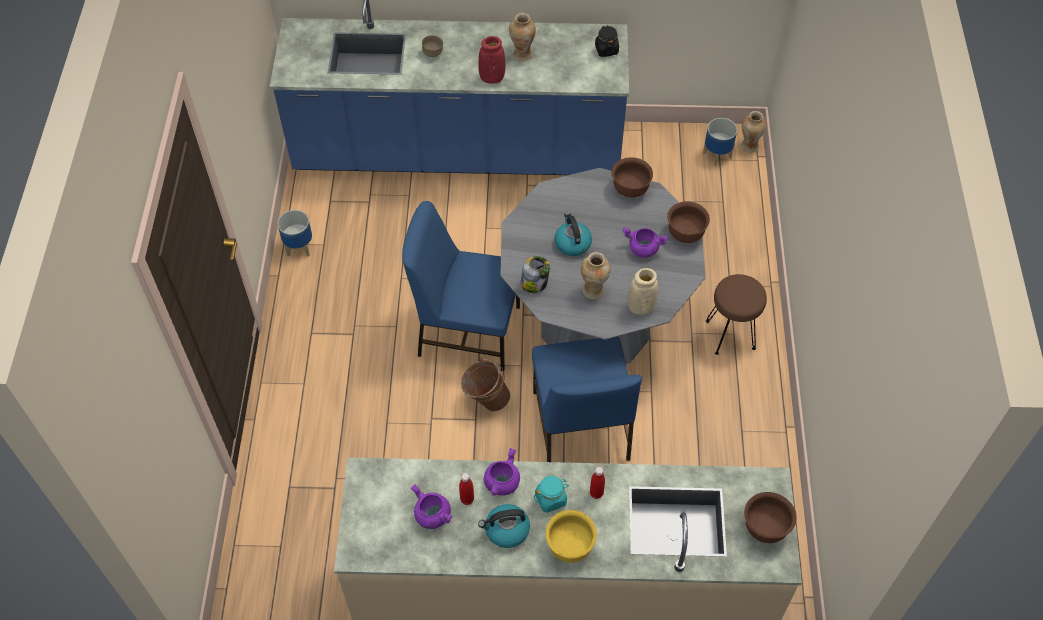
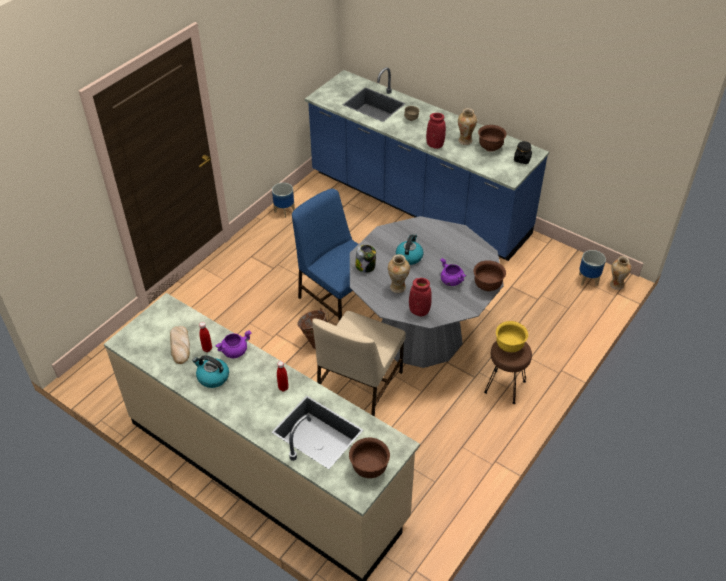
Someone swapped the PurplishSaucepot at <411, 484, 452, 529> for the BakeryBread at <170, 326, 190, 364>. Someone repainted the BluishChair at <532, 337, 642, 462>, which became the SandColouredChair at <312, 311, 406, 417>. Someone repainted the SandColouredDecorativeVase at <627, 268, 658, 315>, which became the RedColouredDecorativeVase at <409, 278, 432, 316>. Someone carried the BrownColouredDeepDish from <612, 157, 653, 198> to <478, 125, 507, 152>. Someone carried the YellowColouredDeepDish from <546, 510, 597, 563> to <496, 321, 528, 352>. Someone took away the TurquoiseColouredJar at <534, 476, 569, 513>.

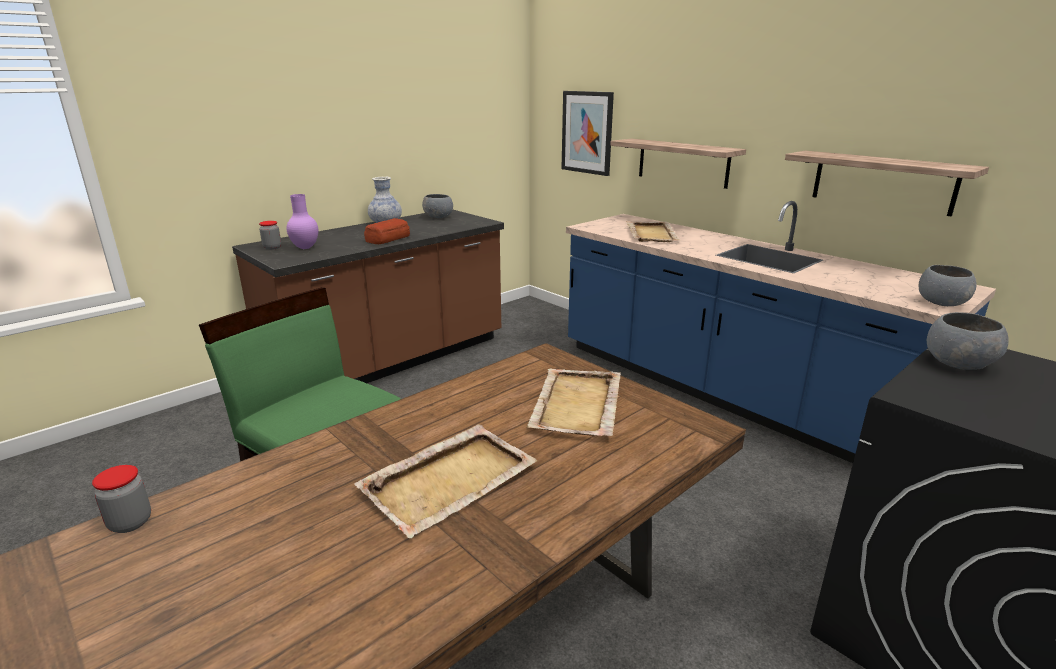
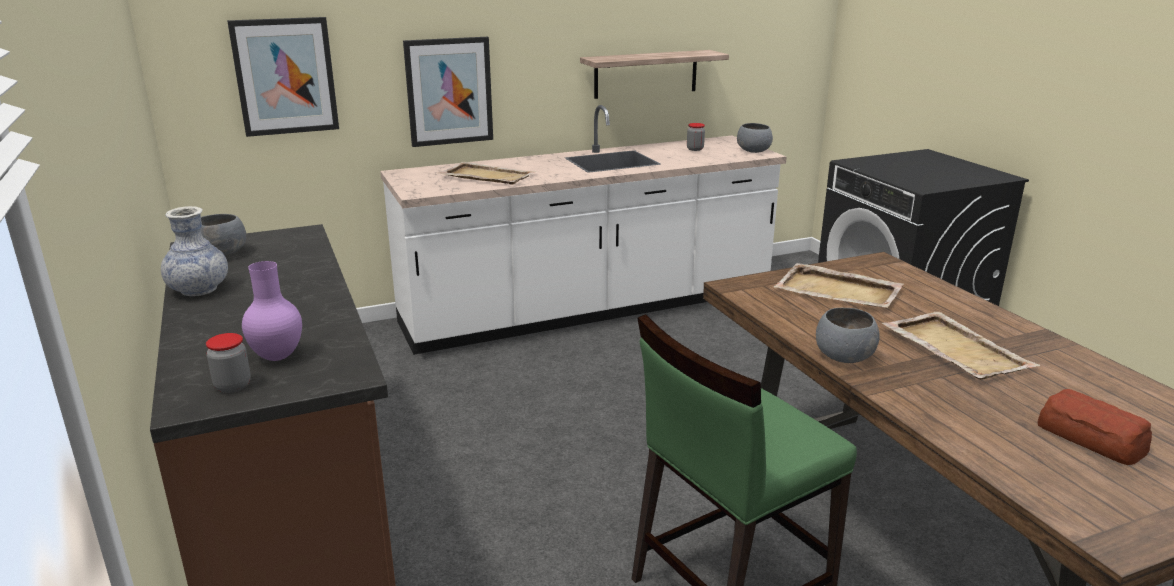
Someone repainted the BluishCounter at <566, 201, 996, 463>, which became the WhiteColouredCounter at <380, 105, 787, 355>. Someone swapped the WallShelf at <610, 139, 746, 189> for the Picture at <403, 37, 493, 147>. Someone carried the Jar from <92, 465, 151, 533> to <687, 123, 705, 151>. Someone carried the GreyDeepDish from <927, 312, 1009, 370> to <816, 308, 880, 363>. Someone carried the BakeryBread from <364, 218, 410, 244> to <1037, 389, 1152, 465>.

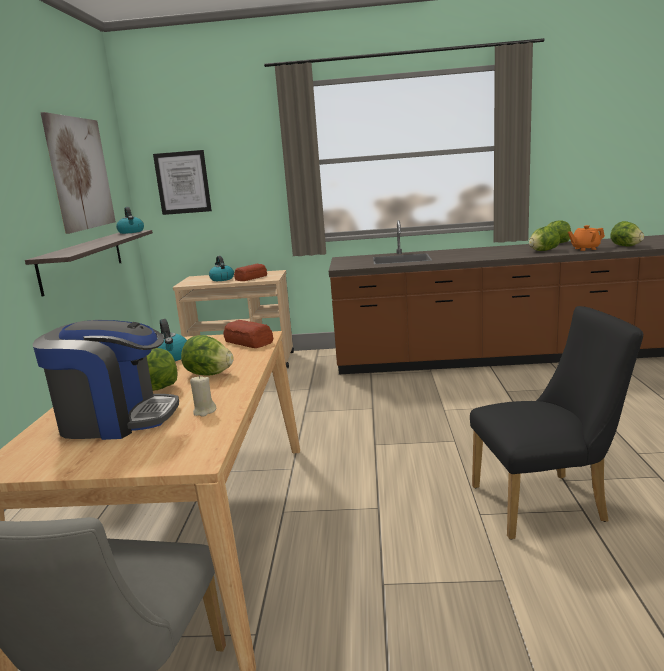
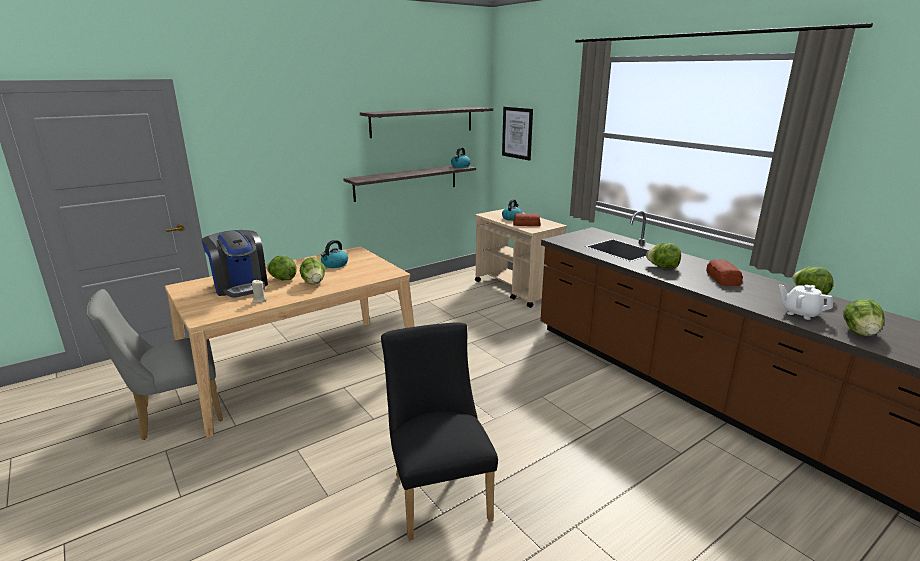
Someone swapped the Picture at <41, 112, 116, 234> for the WallShelf at <360, 107, 493, 138>. Someone rotated the BlackishChair at <470, 306, 643, 540> by 150 degrees counterclockwise. Someone carried the Lettuce from <529, 226, 560, 251> to <646, 243, 681, 268>. Someone carried the BakeryBread from <223, 320, 273, 348> to <706, 259, 743, 286>. Someone repainted the OrangeColouredTeaPot at <568, 225, 605, 251>, which became the WhiteColouredTeaPot at <779, 285, 833, 320>.

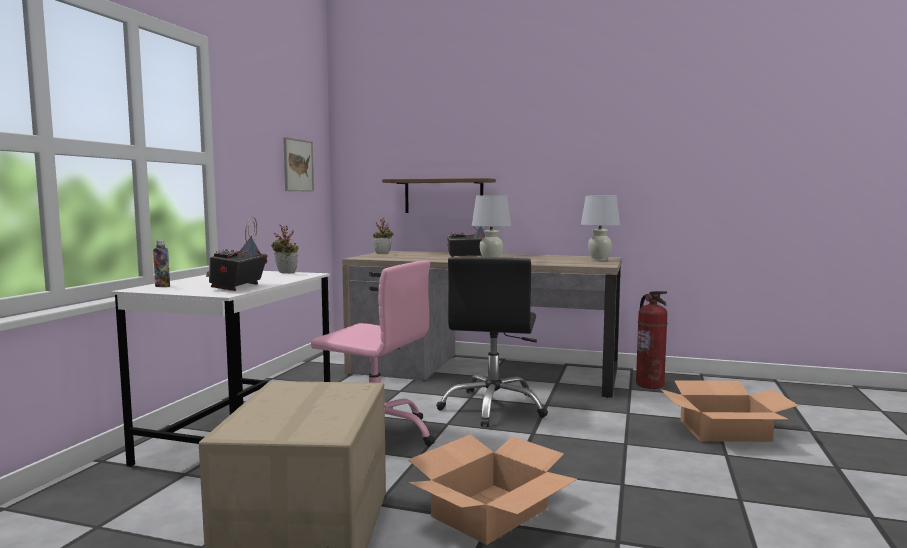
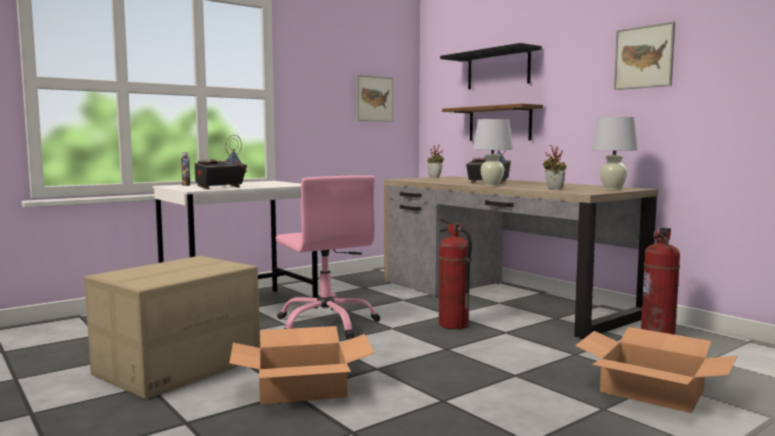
Someone swapped the BlackishDeskChair at <436, 257, 548, 427> for the Extinguisher at <439, 218, 472, 329>. Someone put up the BlackishWallShelf at <440, 43, 542, 89>. Someone carried the Houseplant from <271, 225, 298, 273> to <543, 145, 566, 189>. Someone put up the Picture at <614, 21, 675, 90>.

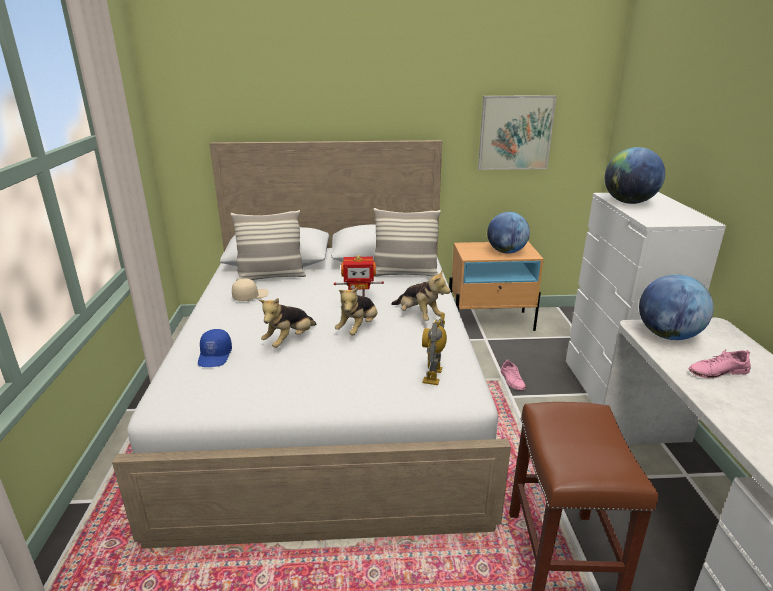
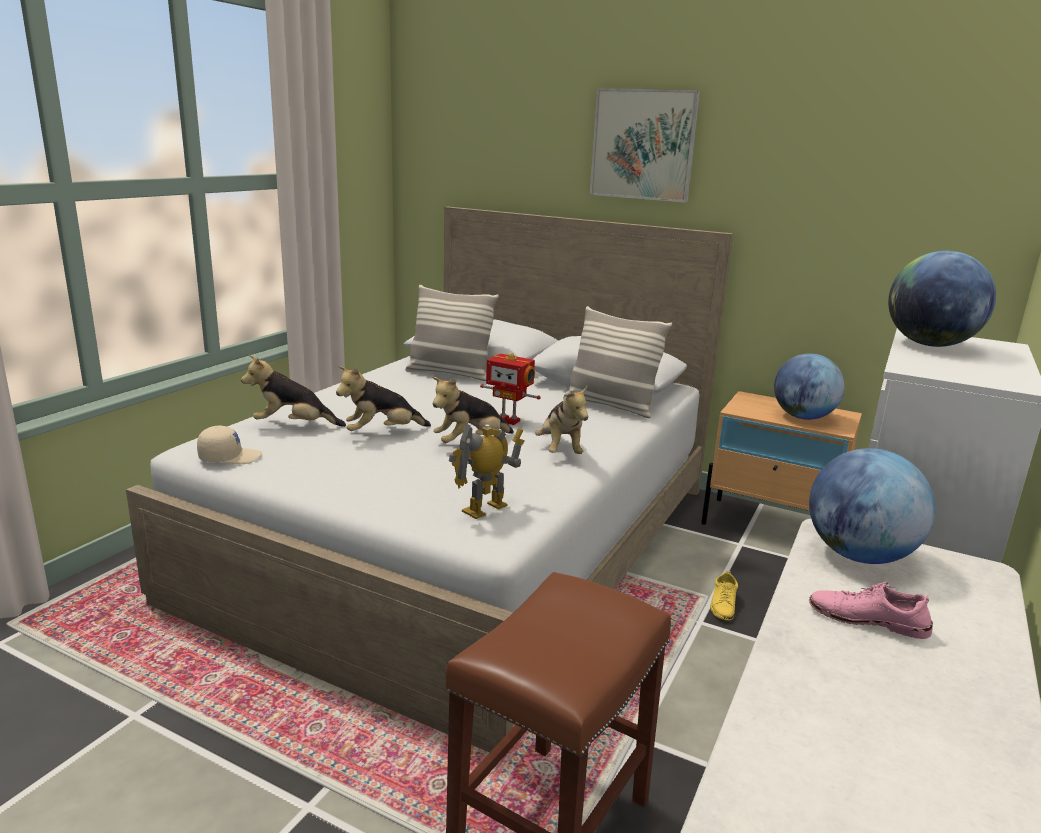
Someone carried the SandColouredCap from <232, 278, 269, 301> to <197, 426, 262, 464>. Someone swapped the BluishCap at <198, 329, 232, 367> for the CuddlyToy at <241, 355, 346, 427>. Someone carried the Picture from <478, 95, 556, 170> to <590, 88, 700, 202>. Someone repainted the PinkItemOfFootwear at <501, 360, 526, 390>, which became the YellowColouredItemOfFootwear at <710, 571, 738, 620>.

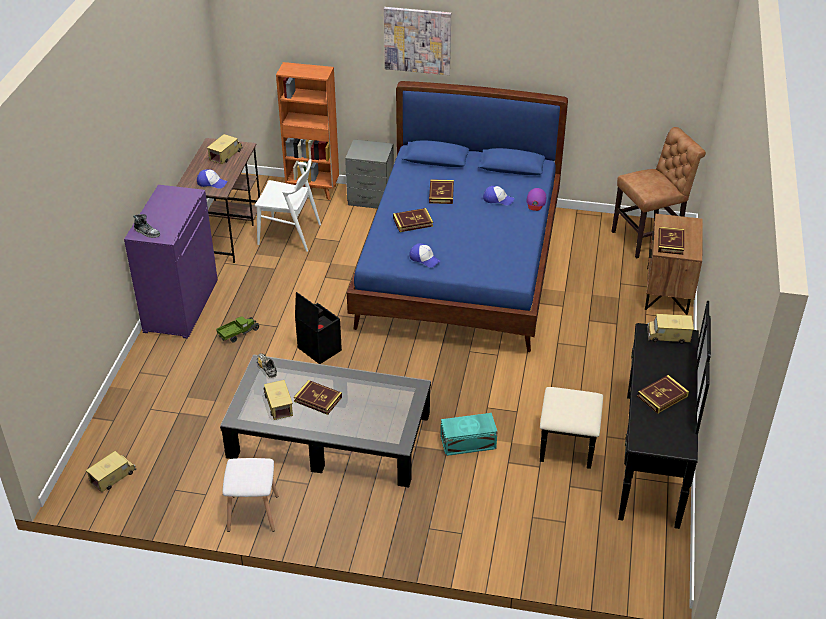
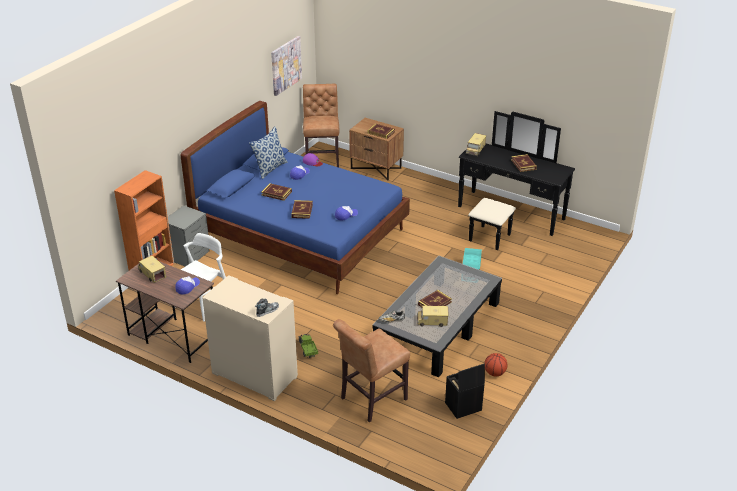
Someone repainted the PurplishCupboard at <124, 185, 218, 339>, which became the SandColouredCupboard at <202, 275, 298, 401>. Someone put down the Cushion at <249, 126, 288, 179>. Someone carried the Picture from <384, 7, 451, 75> to <271, 36, 302, 96>. Someone put down the BrownColouredChair at <333, 319, 410, 422>. Someone carried the BlackishStorageContainer from <295, 292, 342, 364> to <445, 364, 485, 419>. Someone swapped the WhiteColouredStoolSeat at <222, 458, 279, 532> for the BallForBasketball at <484, 353, 507, 376>. Someone took away the ModelTruck at <86, 451, 136, 493>.

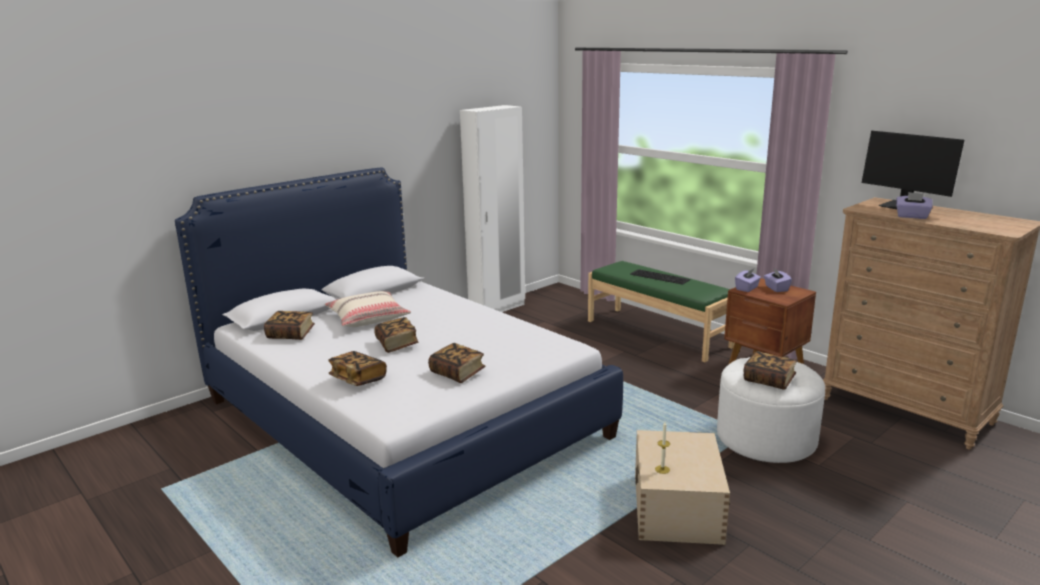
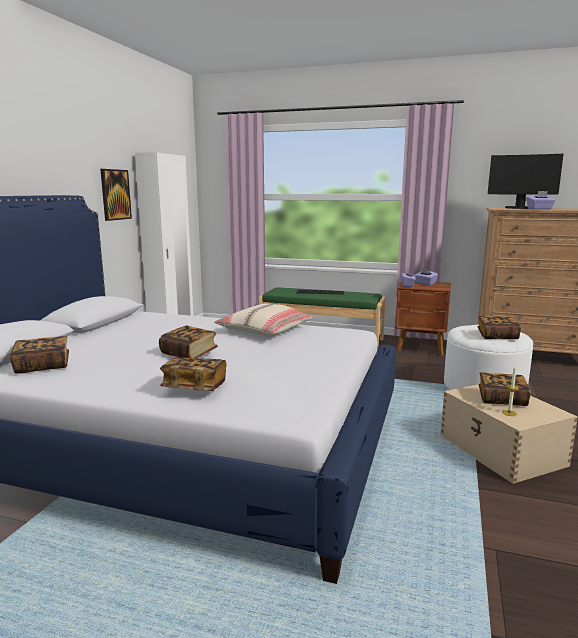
Someone put up the Picture at <100, 169, 132, 221>. Someone carried the SandColouredCushion from <325, 291, 411, 327> to <214, 303, 313, 337>. Someone carried the BoundBook from <428, 343, 485, 383> to <479, 372, 531, 406>.

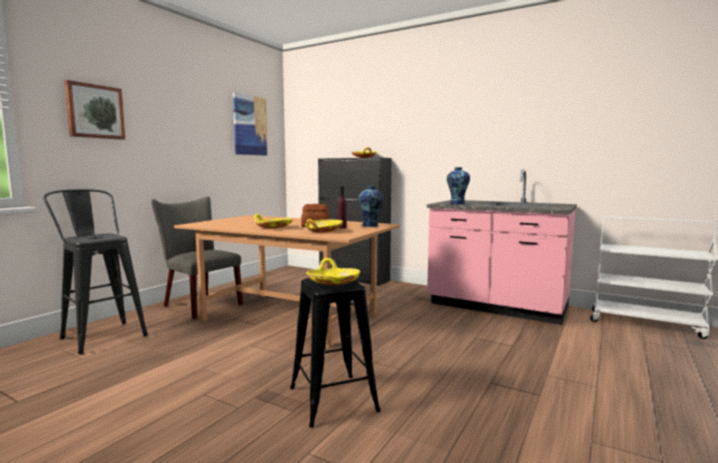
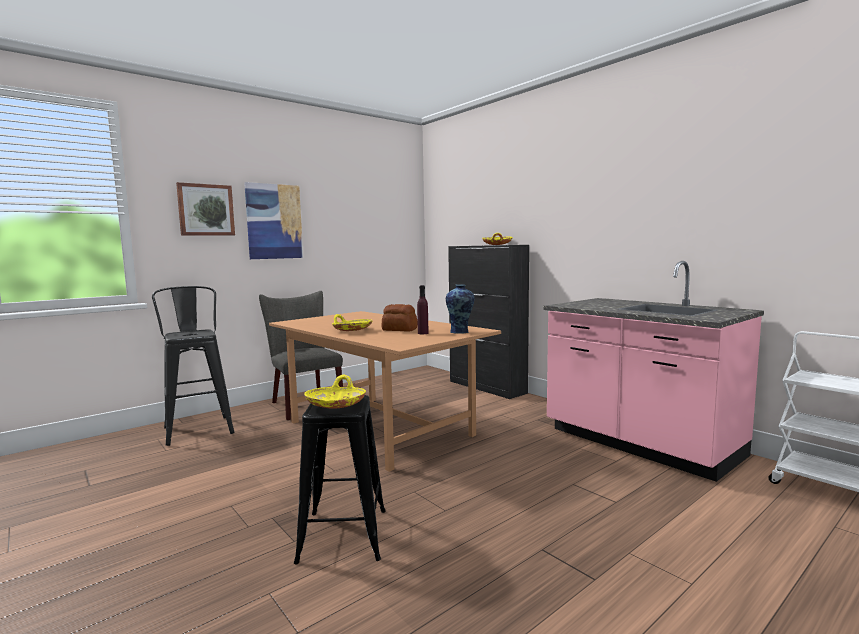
Someone carried the Picture from <233, 92, 268, 156> to <244, 182, 303, 259>. Someone took away the YellowColouredDeepDish at <305, 219, 343, 233>. Someone took away the DecorativeVase at <447, 167, 470, 205>.

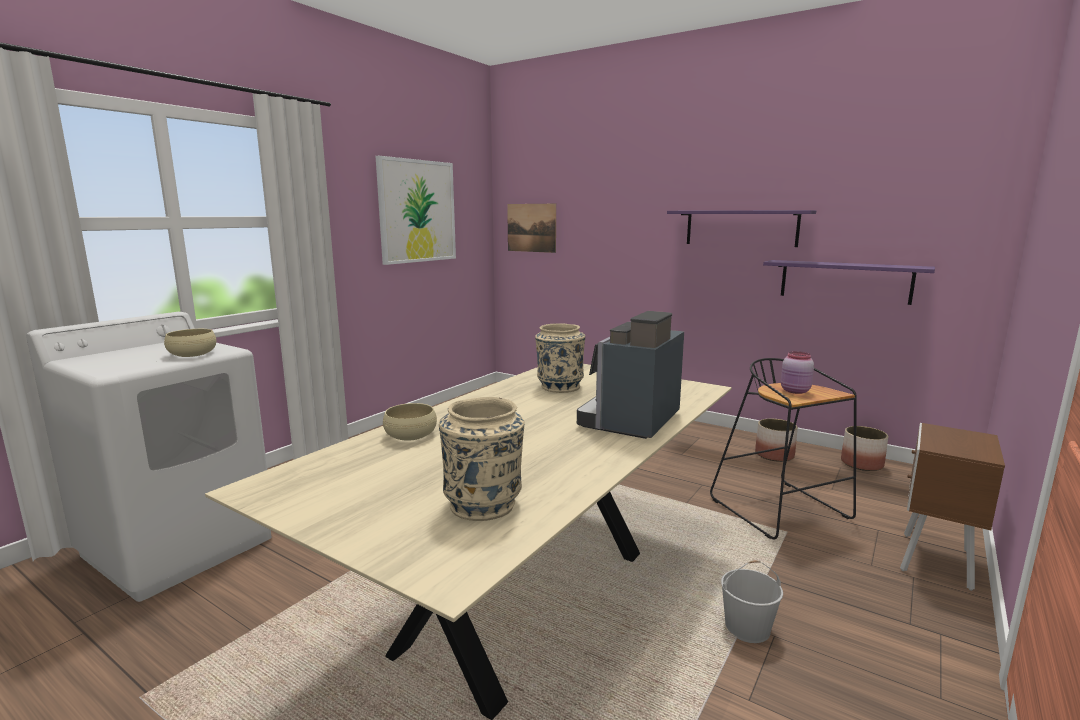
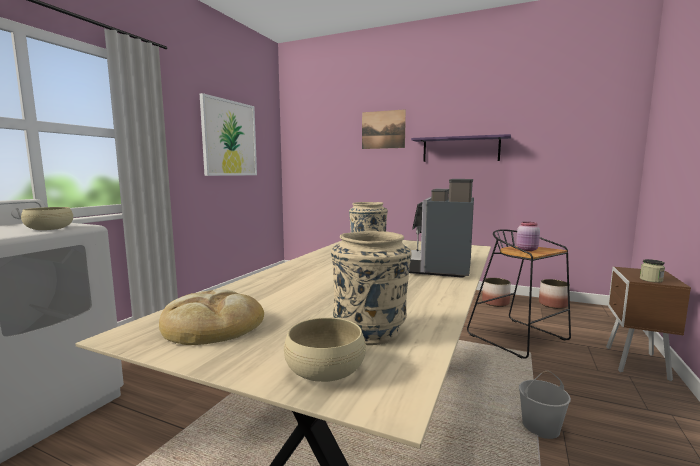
Someone put down the BakeryBread at <159, 289, 264, 345>. Someone carried the SandColouredDeepDish from <383, 403, 437, 441> to <284, 317, 366, 382>. Someone carried the Picture from <507, 204, 556, 253> to <362, 109, 406, 149>. Someone put down the Jar at <640, 259, 665, 283>. Someone took away the PurplishWallShelf at <763, 260, 935, 305>.

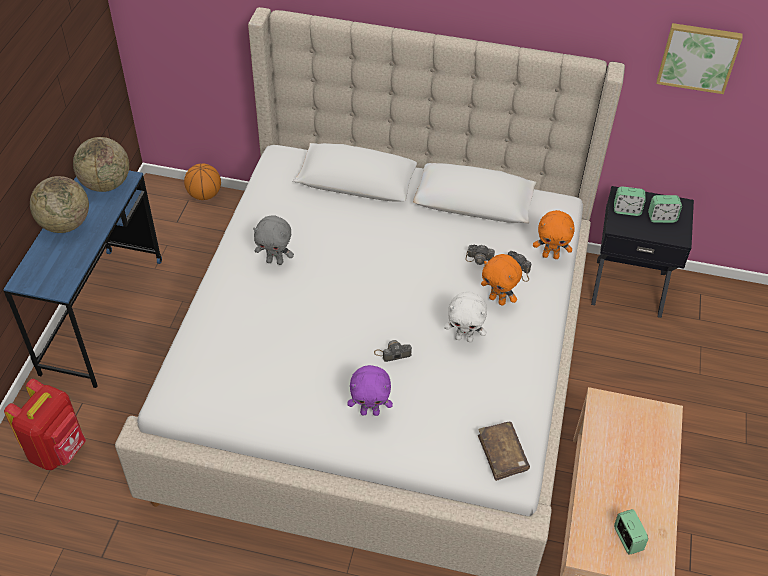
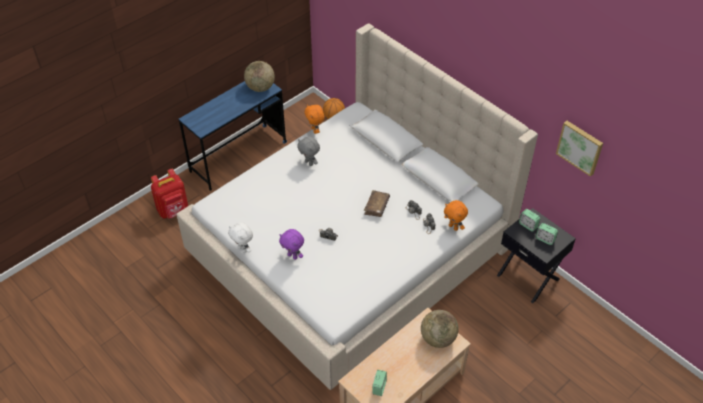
Someone carried the WhiteColouredCuddlyToy from <444, 292, 487, 342> to <228, 222, 253, 253>. Someone carried the OrangeColouredCuddlyToy from <481, 254, 522, 306> to <305, 104, 325, 134>. Someone carried the BrownColouredBoundBook from <478, 422, 530, 481> to <364, 190, 390, 217>. Someone carried the WorldGlobe from <30, 176, 89, 233> to <421, 310, 459, 348>.

